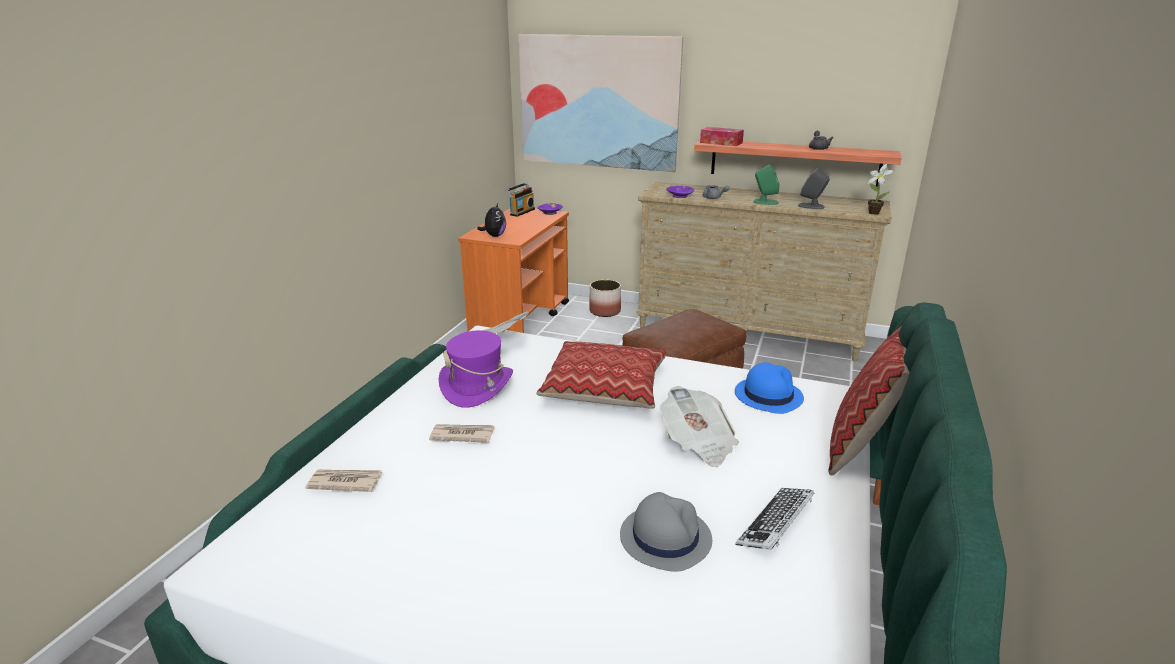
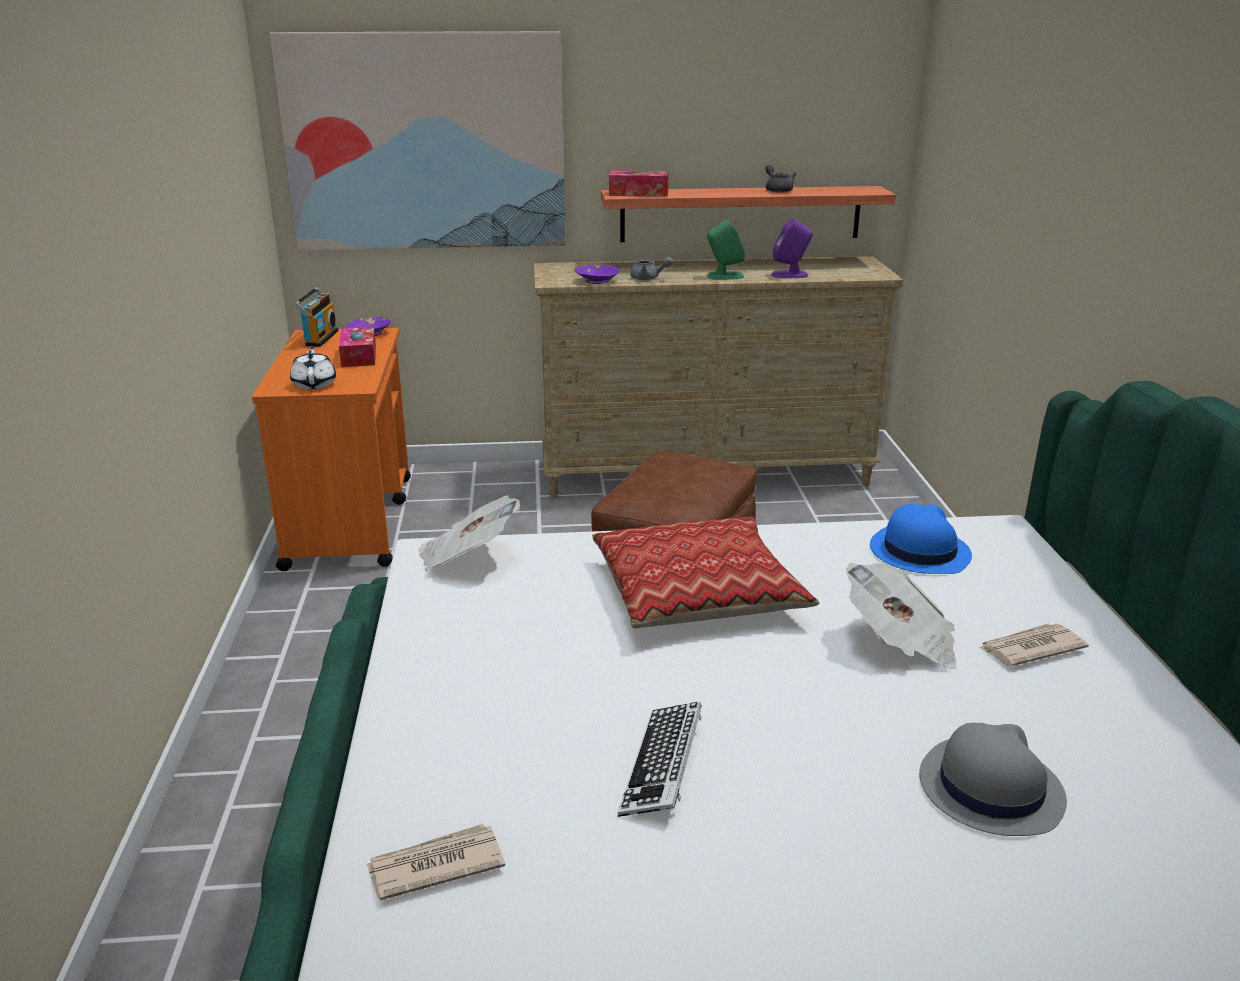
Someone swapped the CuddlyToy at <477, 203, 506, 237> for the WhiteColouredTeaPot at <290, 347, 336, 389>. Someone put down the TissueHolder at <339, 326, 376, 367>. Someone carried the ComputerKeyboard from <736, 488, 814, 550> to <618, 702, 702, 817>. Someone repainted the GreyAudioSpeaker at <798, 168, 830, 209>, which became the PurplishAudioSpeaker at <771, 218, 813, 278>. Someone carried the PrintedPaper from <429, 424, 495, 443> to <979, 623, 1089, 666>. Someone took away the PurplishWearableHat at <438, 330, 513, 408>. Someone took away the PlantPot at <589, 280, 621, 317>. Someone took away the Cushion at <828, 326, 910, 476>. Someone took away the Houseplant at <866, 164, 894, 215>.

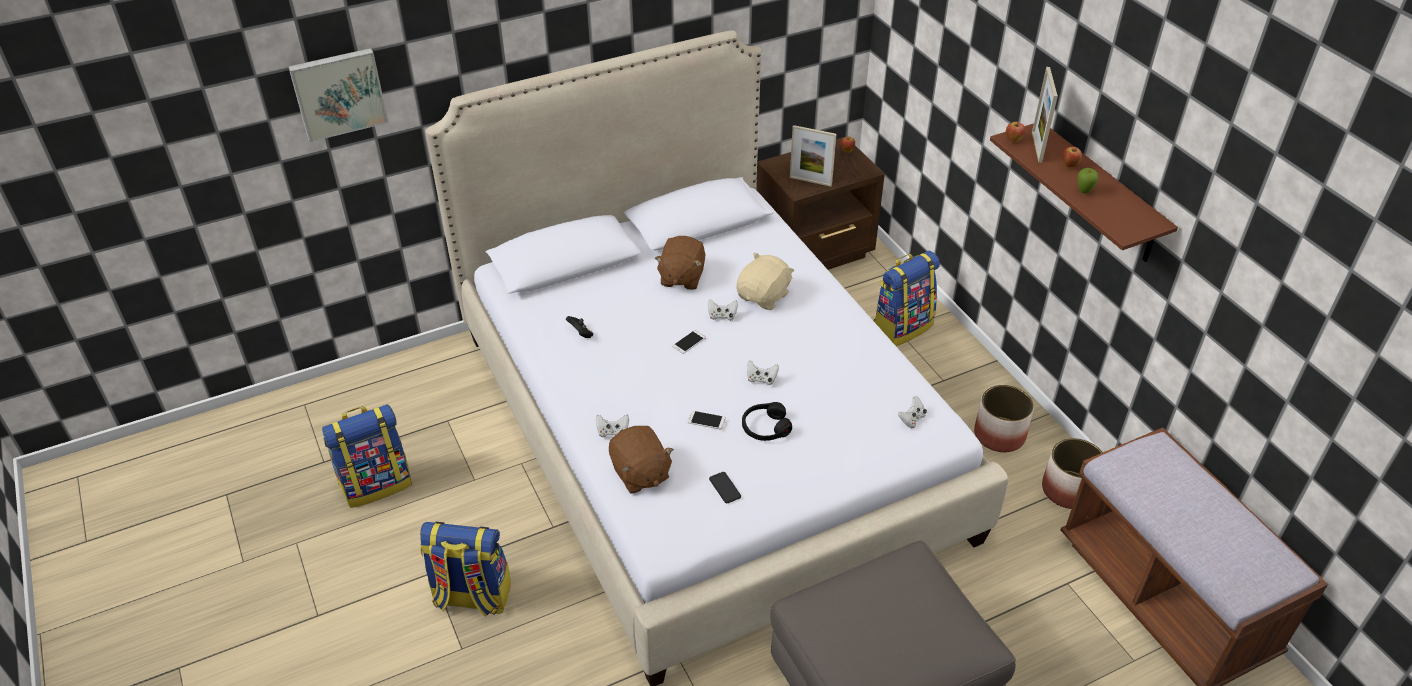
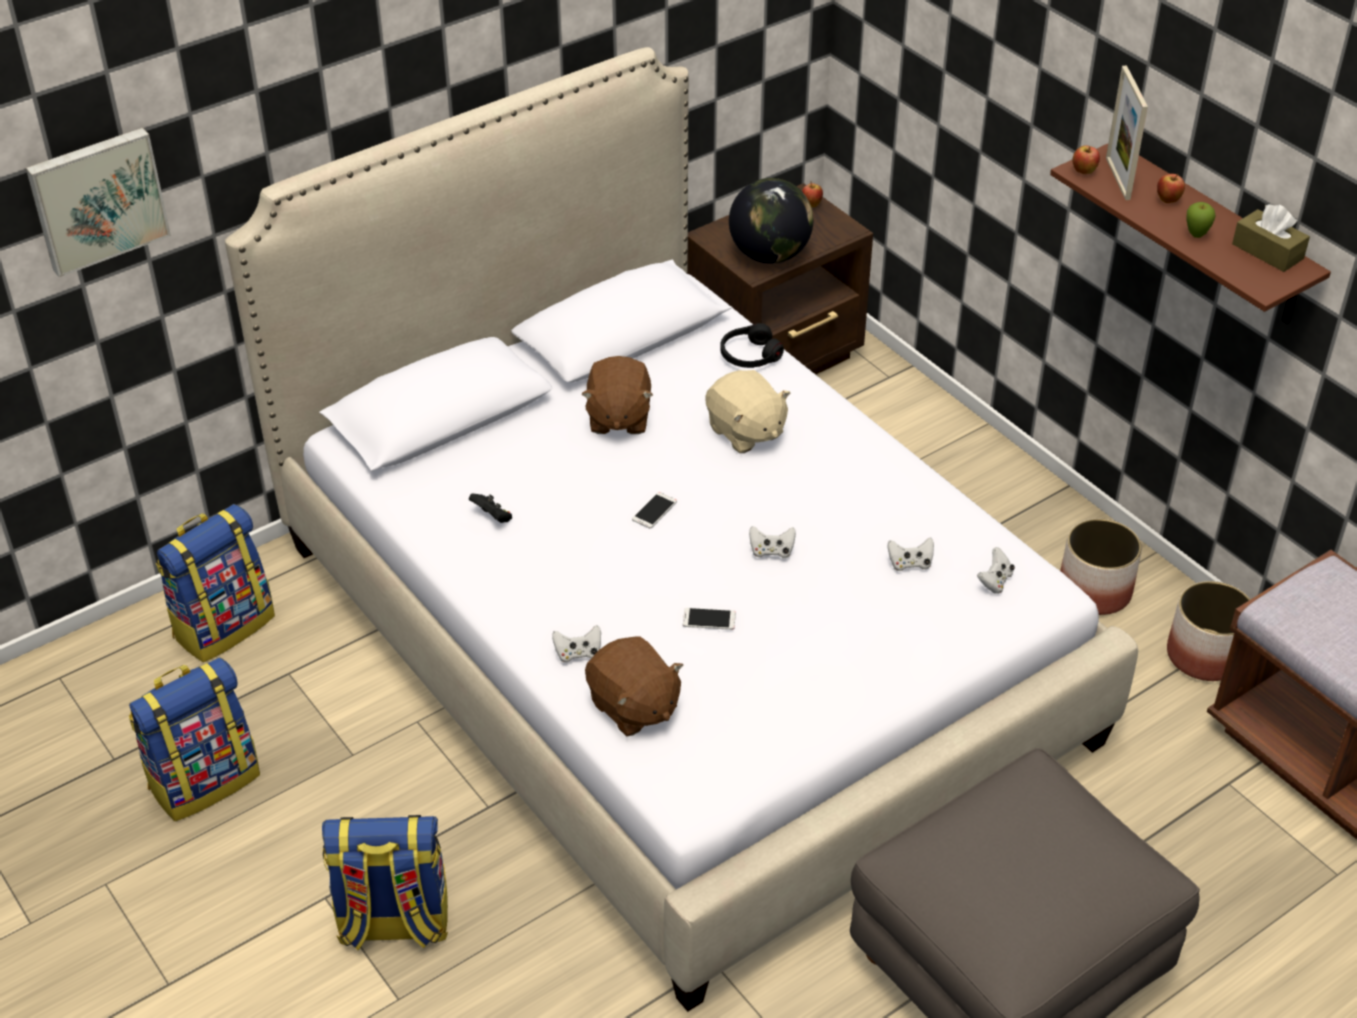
Someone carried the Backpack from <873, 250, 940, 346> to <156, 504, 275, 662>. Someone rotated the SandColouredCuddlyToy at <736, 252, 794, 310> by 120 degrees clockwise. Someone carried the BlackishPairOfHeadphones from <742, 402, 792, 441> to <720, 323, 784, 368>. Someone swapped the PhotoFrame at <790, 125, 836, 187> for the WorldGlobe at <729, 178, 813, 264>. Someone carried the WhiteColouredJoypad from <708, 299, 738, 321> to <888, 538, 934, 571>. Someone put down the BrownColouredTissueHolder at <1232, 205, 1310, 272>. Someone took away the Handset at <709, 472, 741, 503>.

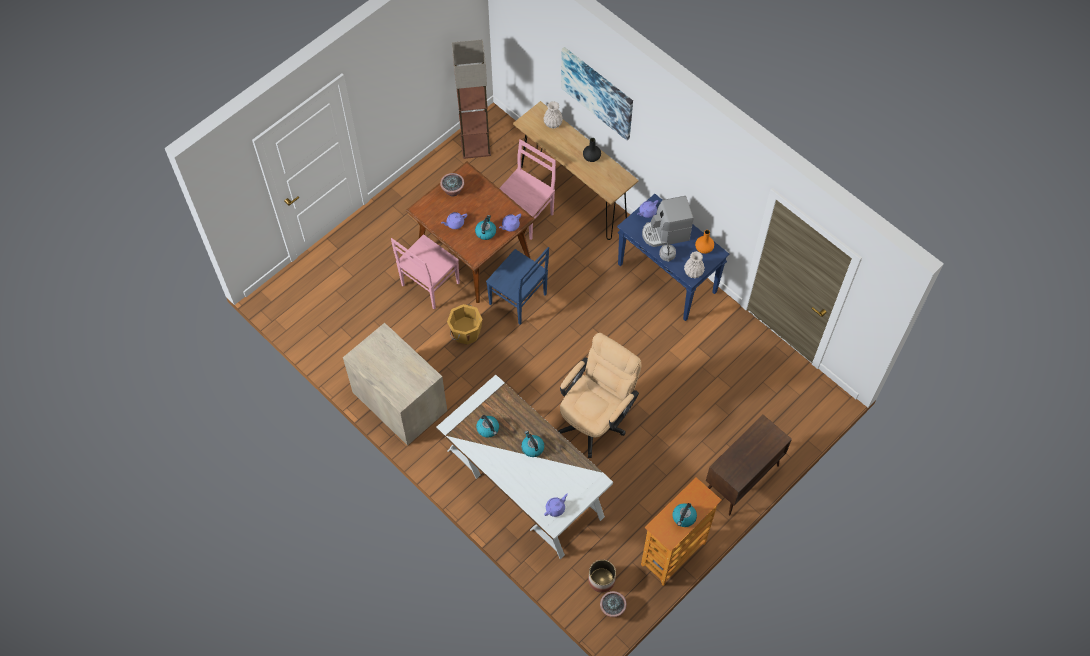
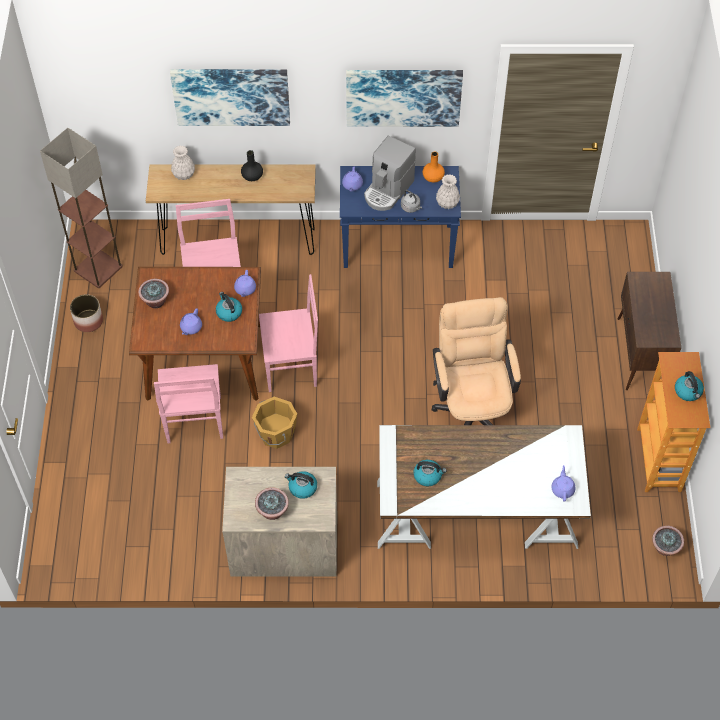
Someone carried the PlantPot from <588, 560, 616, 593> to <70, 294, 103, 332>. Someone put down the Houseplant at <255, 487, 289, 520>. Someone repainted the BluishChair at <486, 247, 549, 324>, which became the PinkChair at <259, 274, 318, 392>. Someone carried the WaterKettle from <521, 431, 544, 457> to <285, 471, 317, 499>. Someone put up the Picture at <346, 70, 463, 127>.

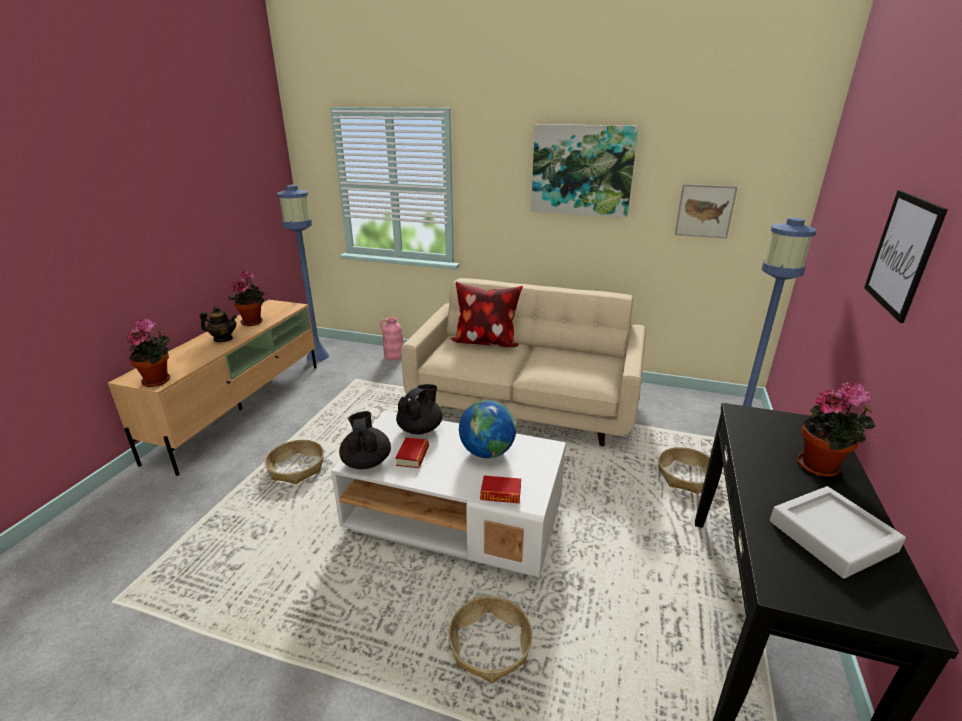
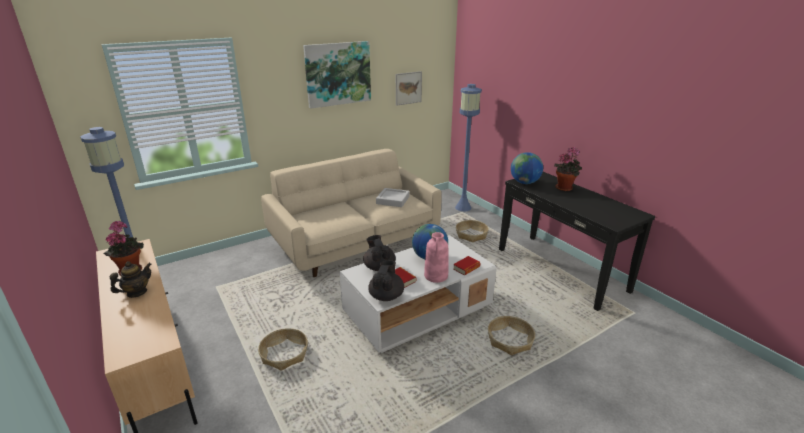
Someone rotated the BlackishTeaPot at <339, 411, 391, 469> by 75 degrees clockwise. Someone carried the GreyCarryingTray from <770, 486, 906, 579> to <376, 188, 410, 207>. Someone carried the PinkDecorativeVase from <380, 317, 404, 360> to <424, 232, 449, 283>. Someone put down the WorldGlobe at <511, 152, 543, 184>. Someone took away the Houseplant at <127, 318, 170, 387>. Someone took away the Cushion at <450, 281, 523, 347>. Someone took away the Picture at <864, 190, 948, 323>.

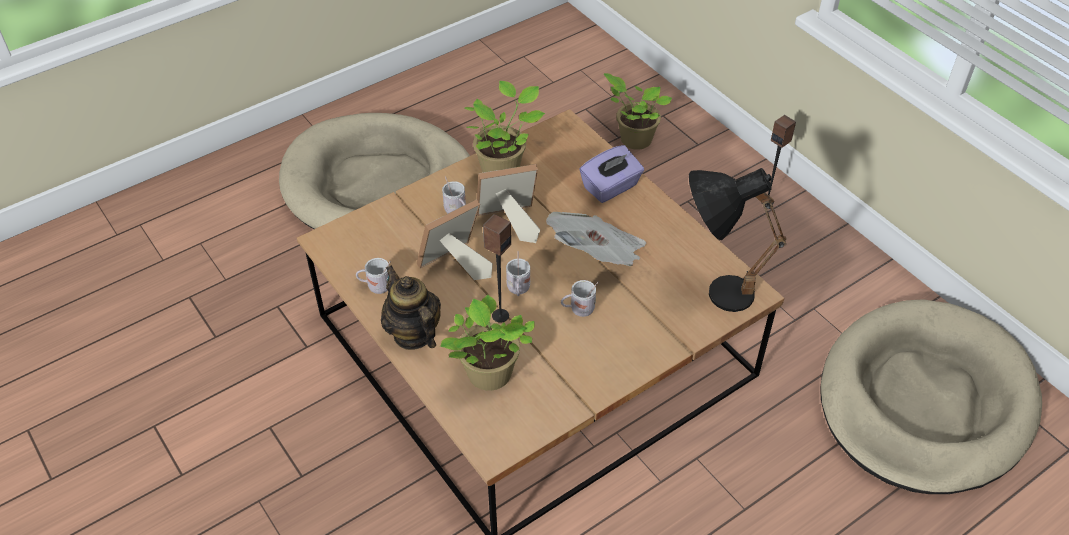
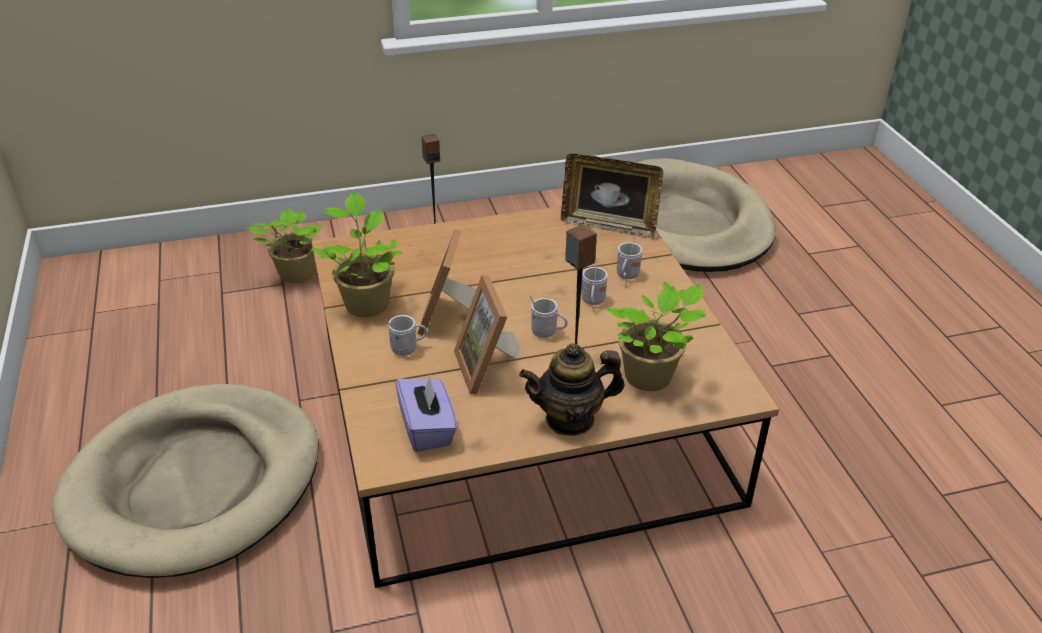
Someone carried the PurplishTissueHolder from <580, 145, 644, 203> to <396, 373, 457, 452>. Someone swapped the BlackishTableLamp at <689, 168, 787, 312> for the PhotoFrame at <561, 154, 663, 239>. Someone carried the WhiteColouredCoffeeMug from <356, 258, 391, 294> to <617, 235, 642, 279>. Someone took away the PrintedPaper at <546, 212, 646, 266>.

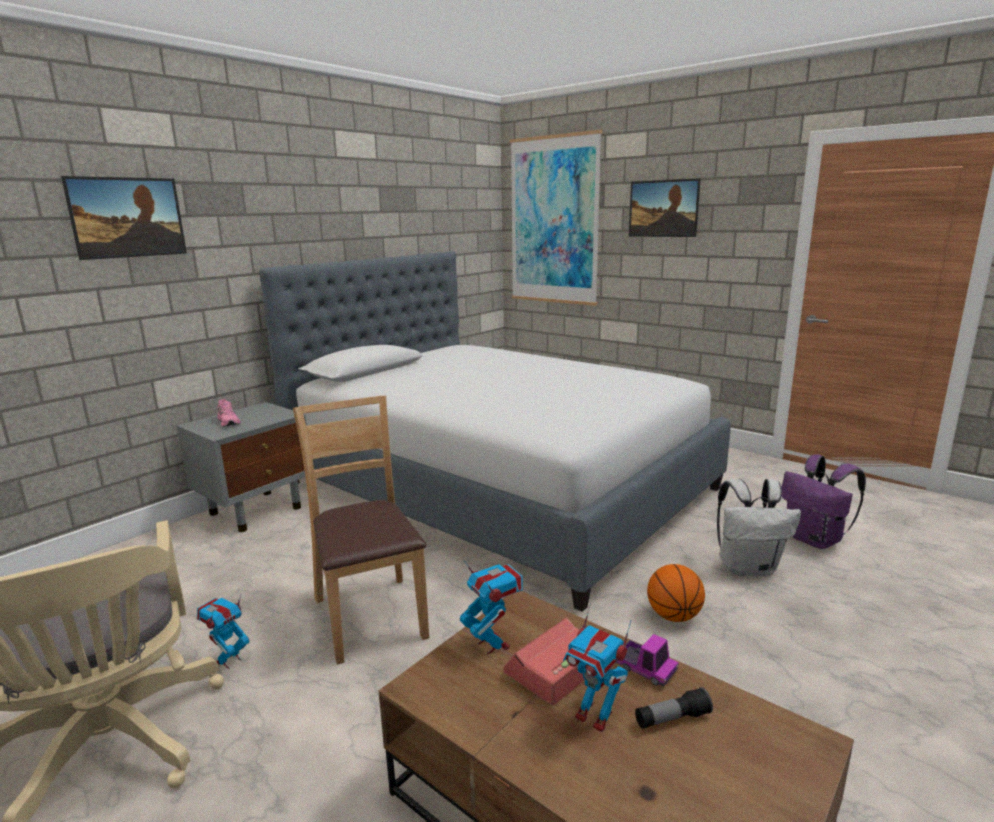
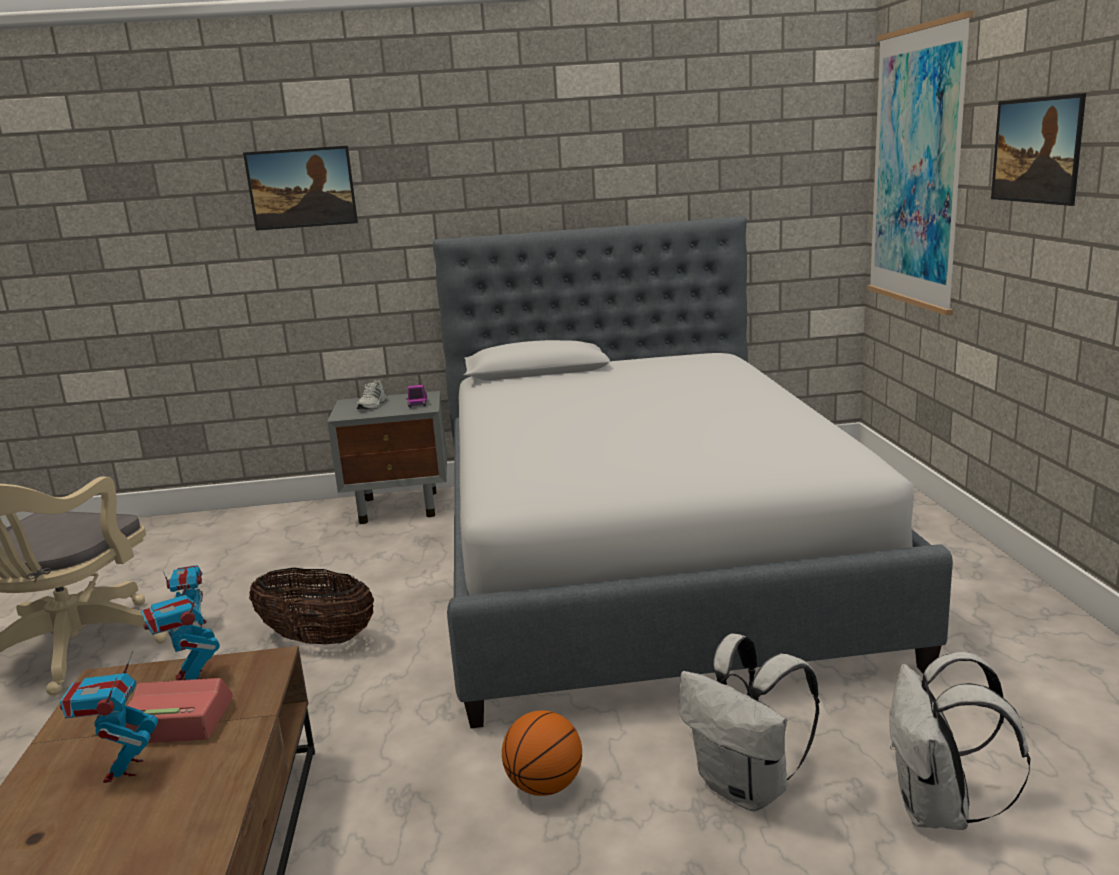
Someone rotated the RobotFigure at <460, 559, 523, 654> by 135 degrees clockwise. Someone swapped the BrownColouredChair at <293, 396, 429, 665> for the StorageBasket at <249, 568, 374, 644>. Someone repainted the PinkItemOfFootwear at <217, 399, 241, 427>, which became the WhiteColouredItemOfFootwear at <356, 380, 387, 409>. Someone carried the ModelTruck from <616, 634, 679, 686> to <406, 385, 427, 407>. Someone repainted the PurplishBackpack at <781, 454, 866, 549>, which became the WhiteColouredBackpack at <889, 652, 1030, 830>. Someone took away the HandTorch at <635, 687, 713, 729>.

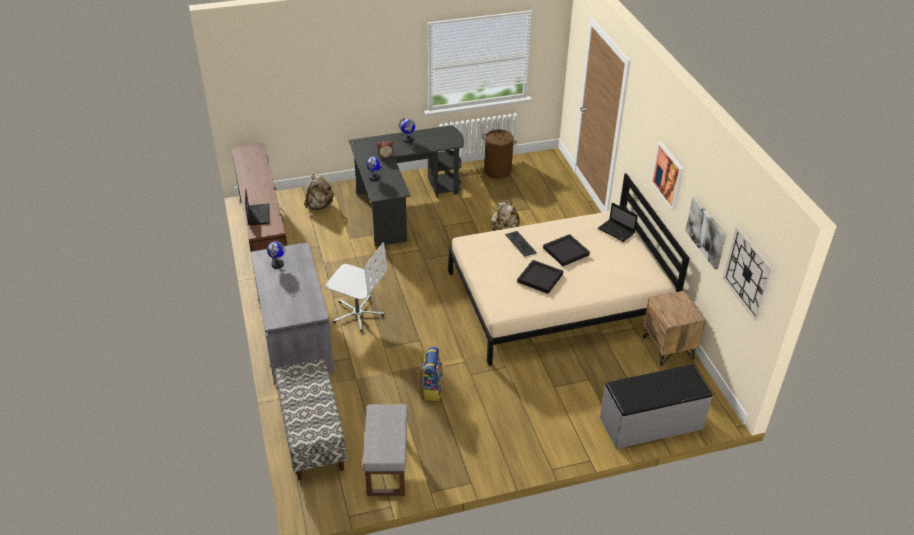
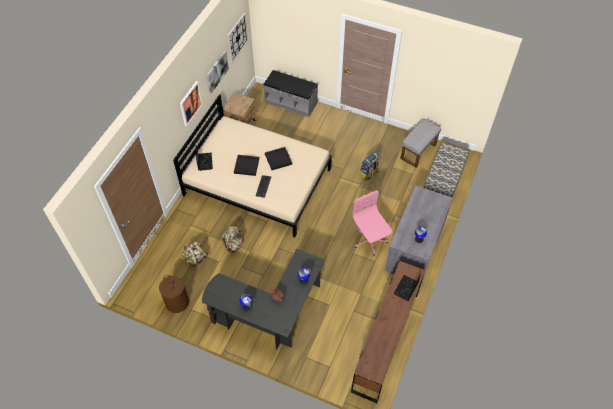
Someone carried the SandColouredBackpack from <305, 174, 334, 210> to <182, 242, 208, 267>. Someone repainted the WhiteColouredDeskChair at <325, 243, 387, 332>, which became the PinkDeskChair at <353, 190, 392, 256>.

